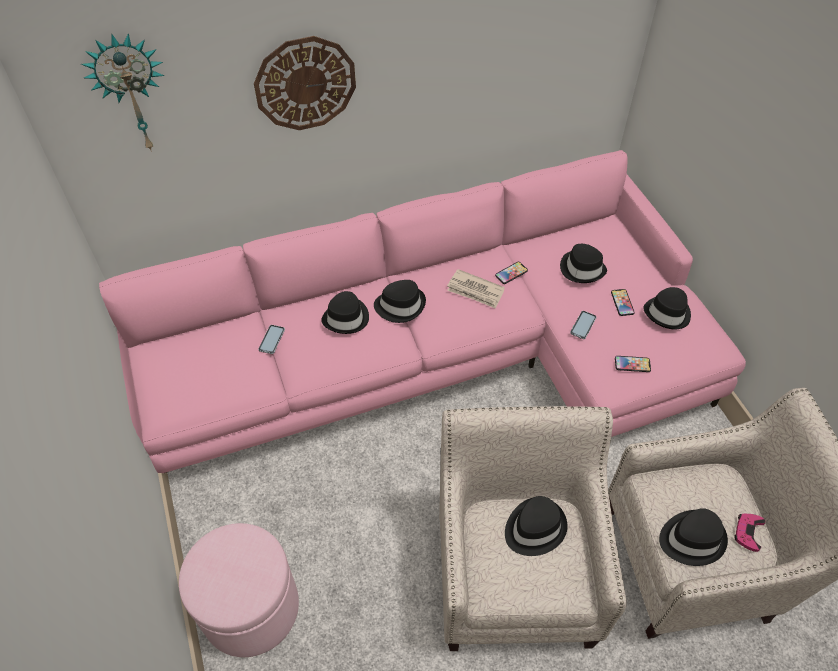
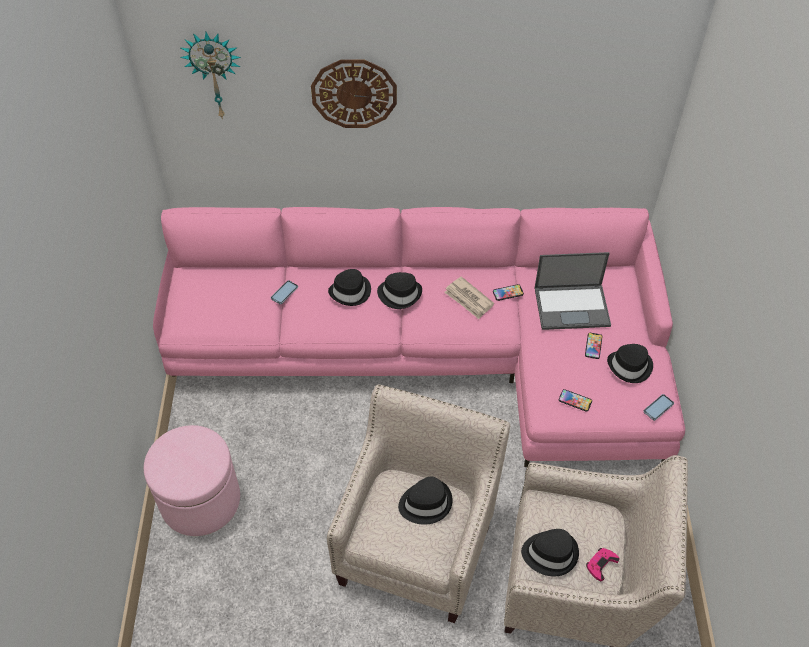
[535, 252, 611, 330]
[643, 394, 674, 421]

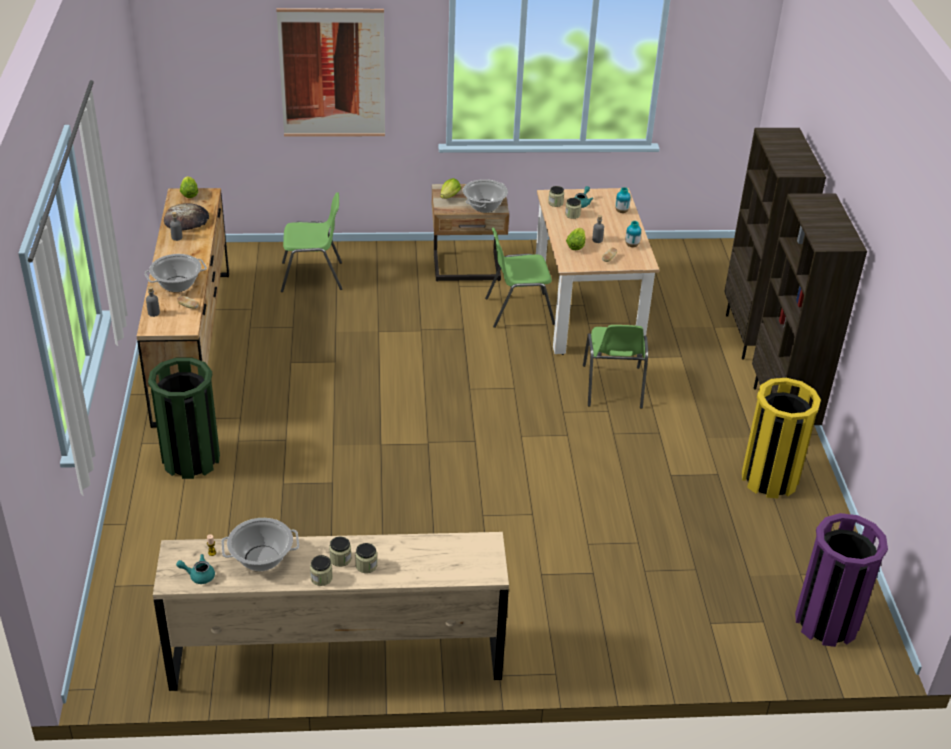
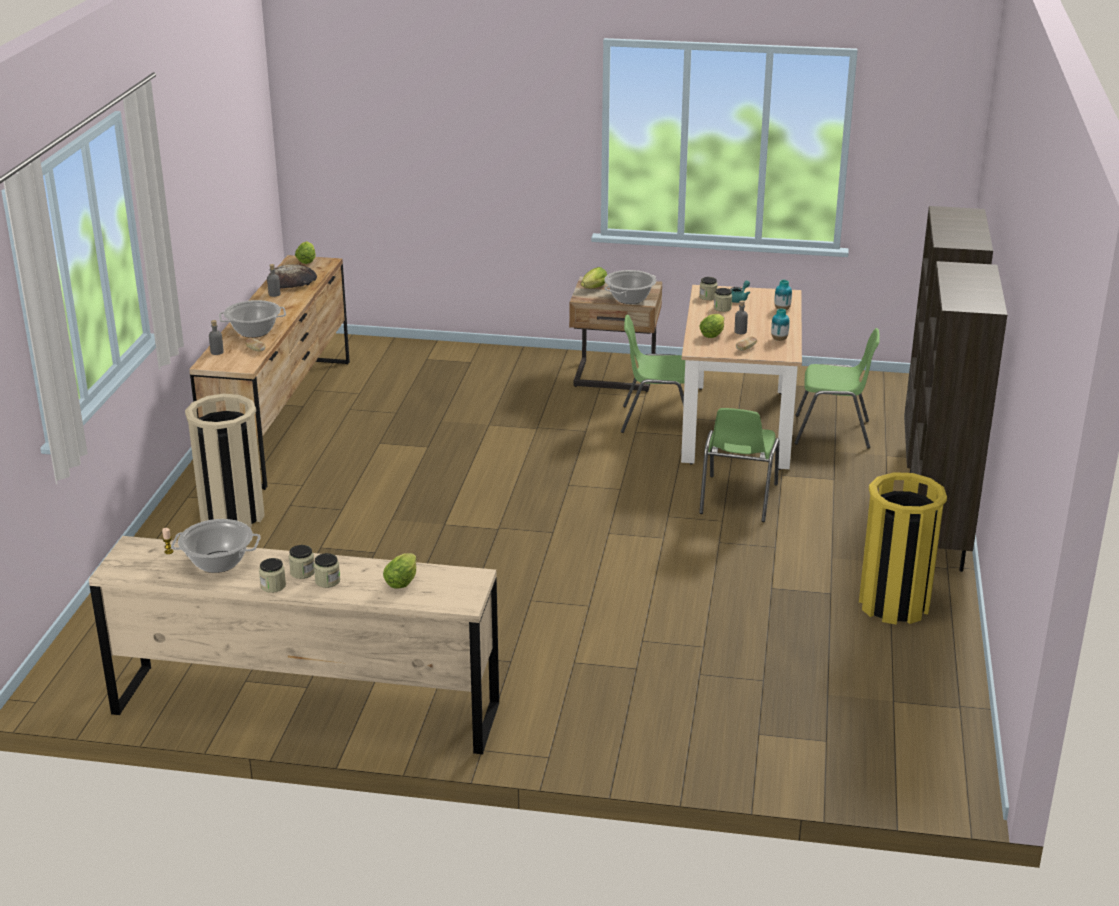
[276, 8, 385, 137] (first image)
[795, 328, 880, 449]
[185, 394, 265, 528]
[795, 513, 888, 647] (first image)
[176, 554, 215, 584] (first image)
[383, 553, 417, 589]

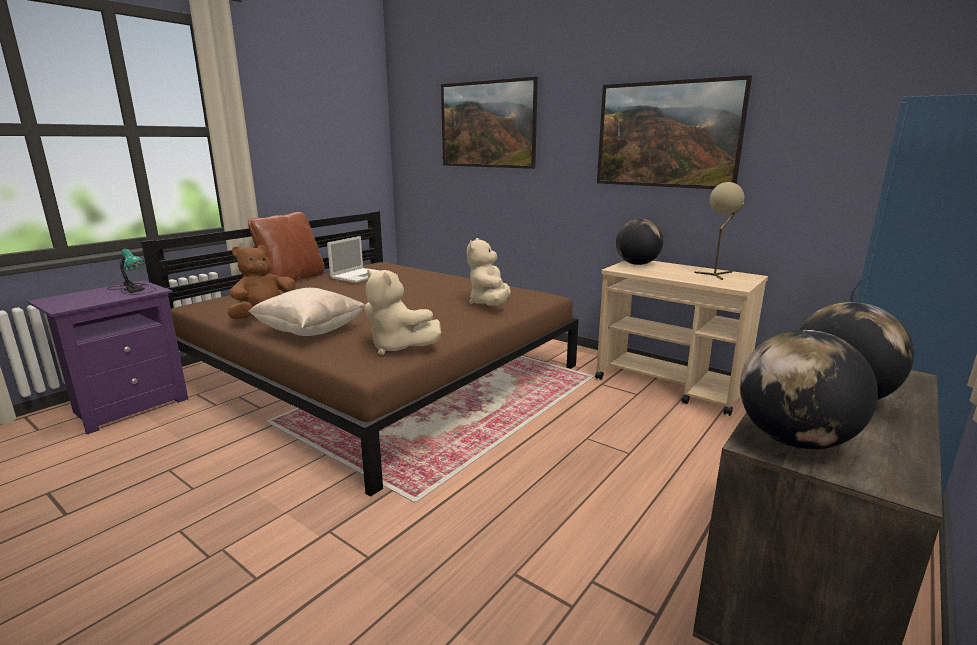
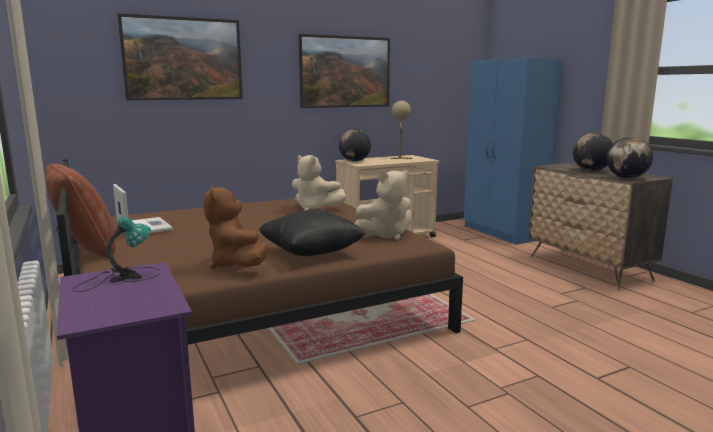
[259, 210, 366, 256]

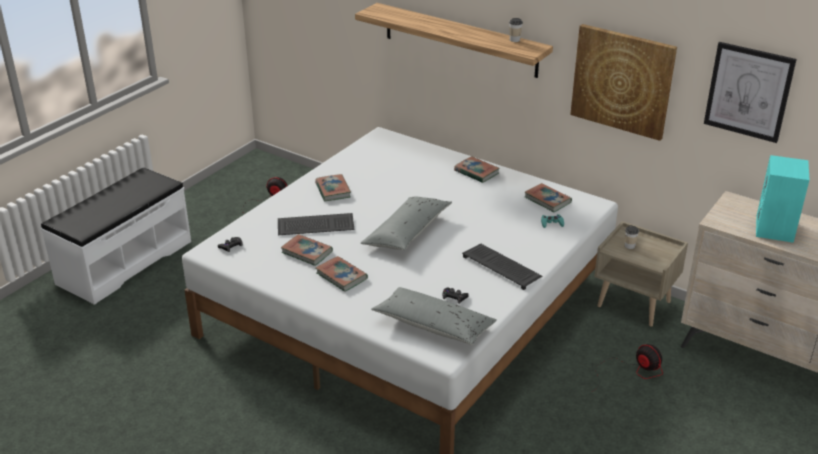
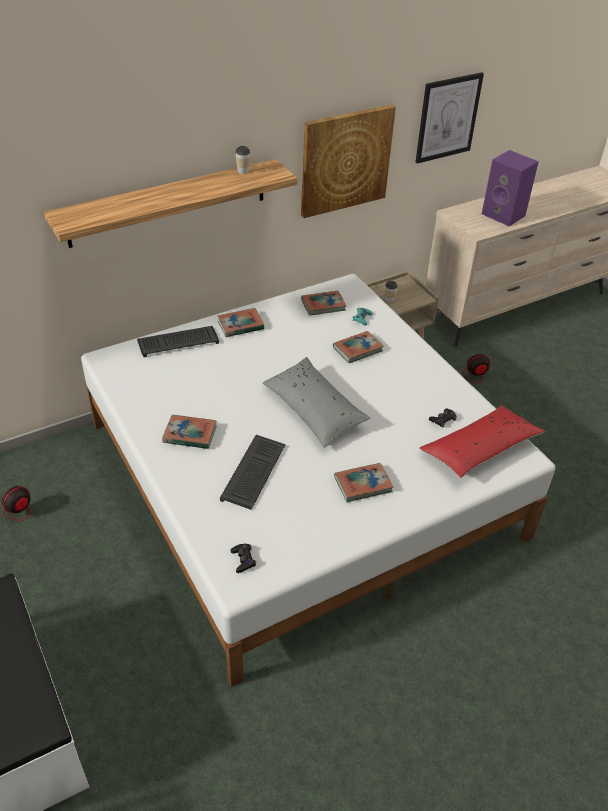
[482, 150, 539, 226]
[333, 331, 384, 363]
[137, 326, 219, 357]
[419, 406, 545, 478]

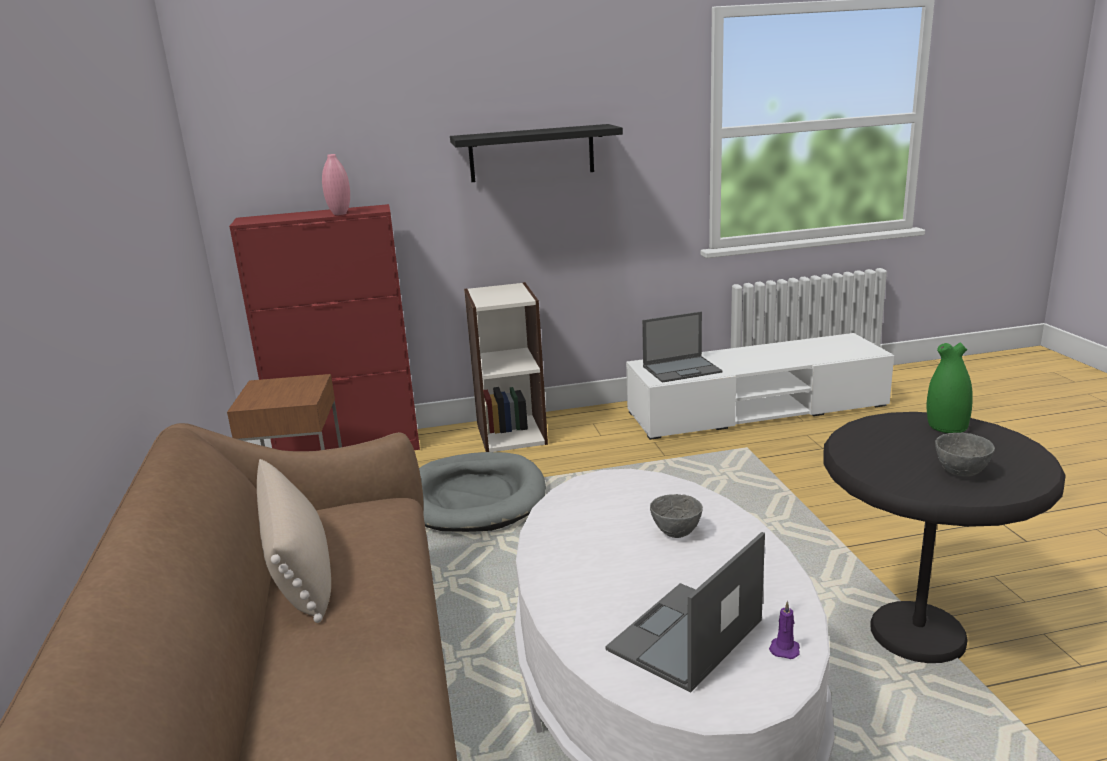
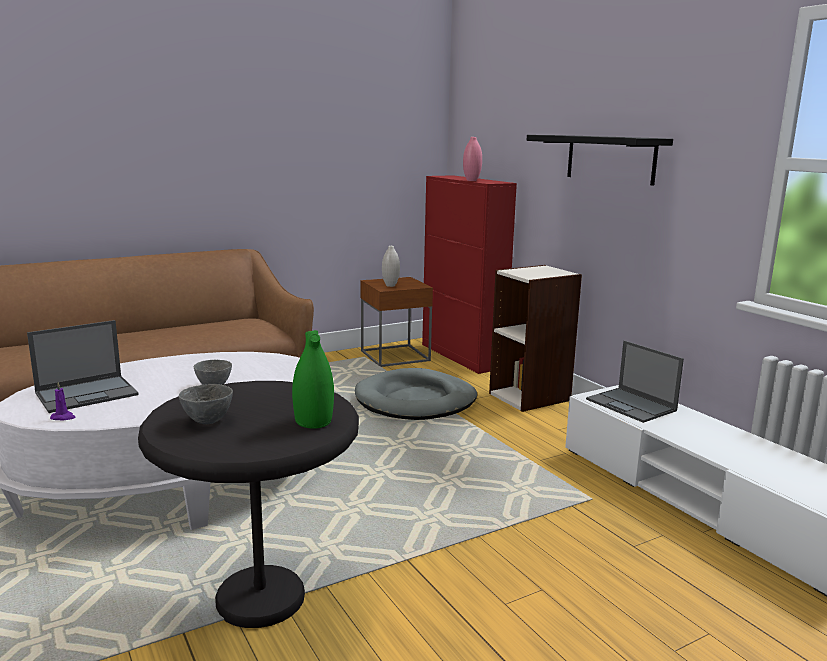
[257, 459, 331, 623] (first image)
[27, 320, 139, 413]
[382, 246, 400, 287]

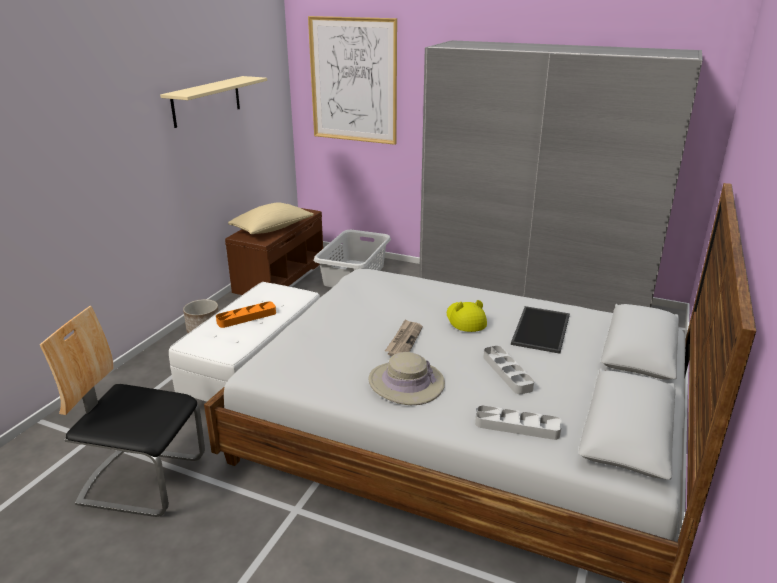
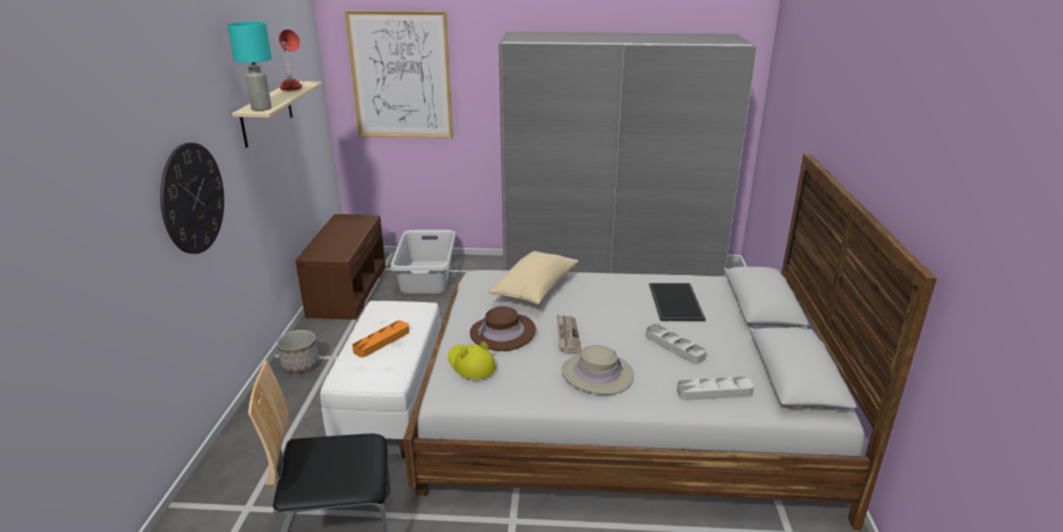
[489, 251, 579, 304]
[448, 342, 496, 380]
[227, 22, 272, 111]
[279, 30, 302, 91]
[160, 143, 224, 254]
[470, 306, 536, 351]

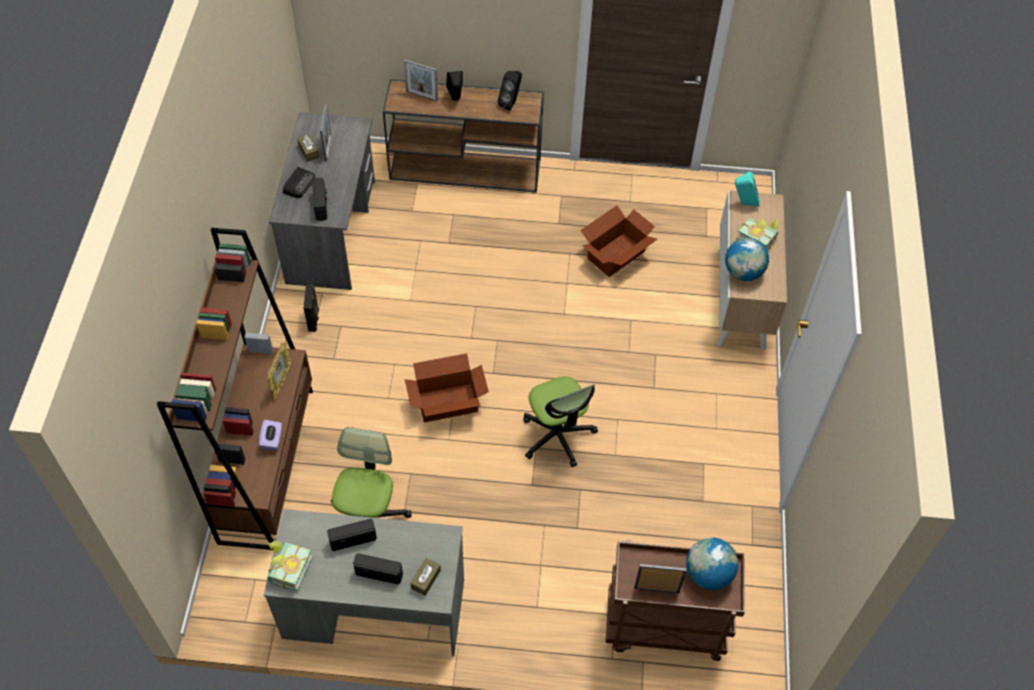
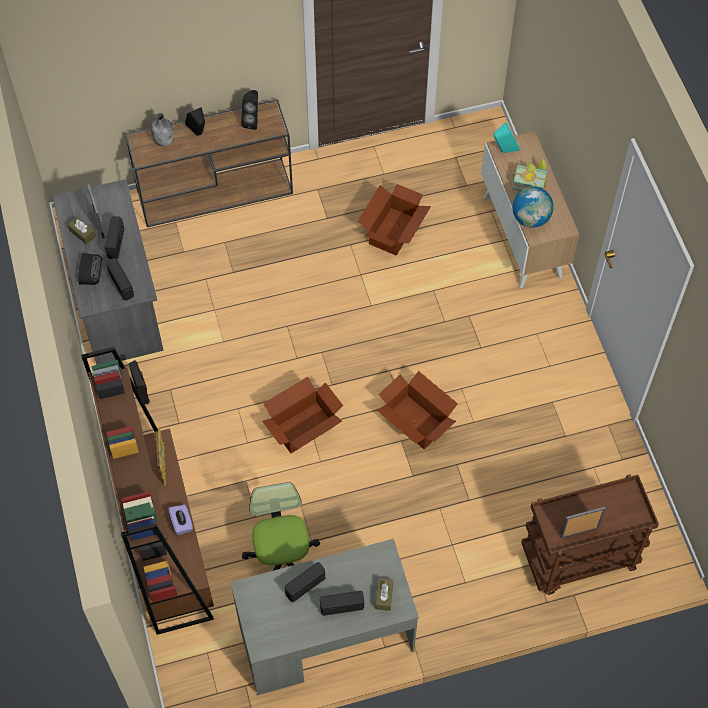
[151, 113, 174, 147]
[377, 371, 458, 449]
[686, 538, 738, 590] (first image)
[267, 541, 313, 591] (first image)
[105, 216, 124, 259]

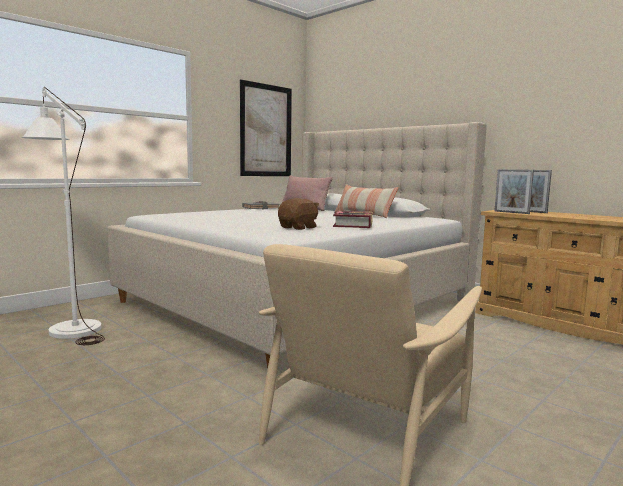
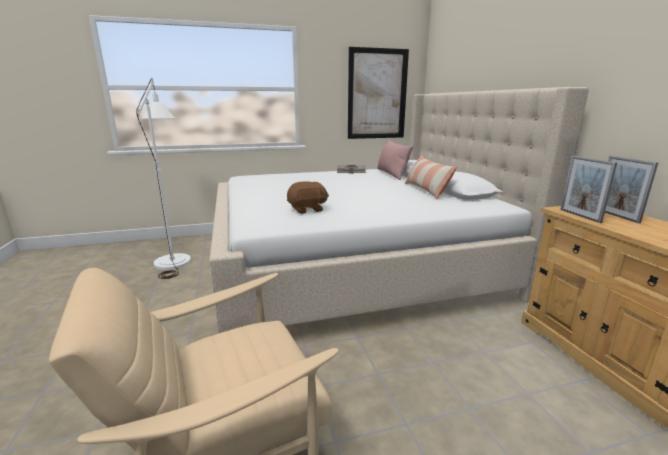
[333, 210, 373, 228] (first image)

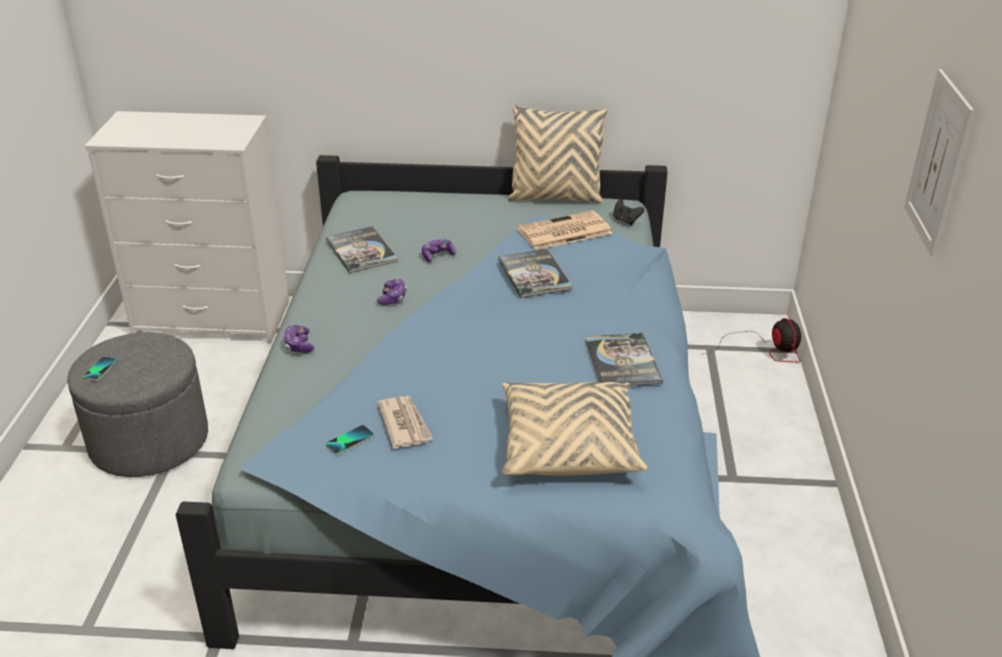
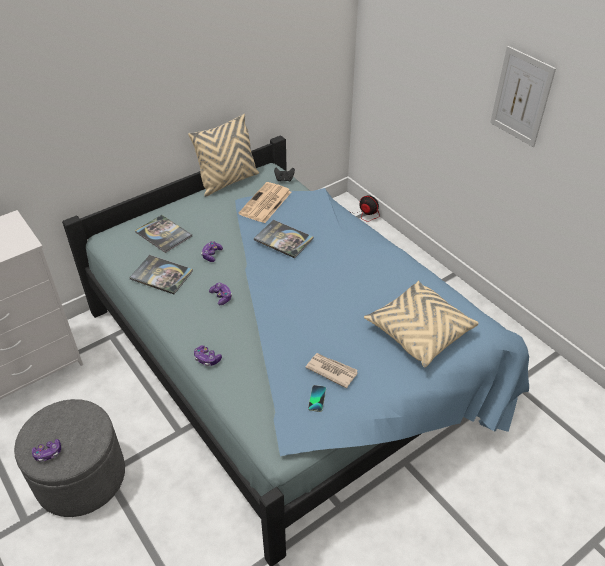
[135, 215, 192, 253]
[32, 439, 61, 462]

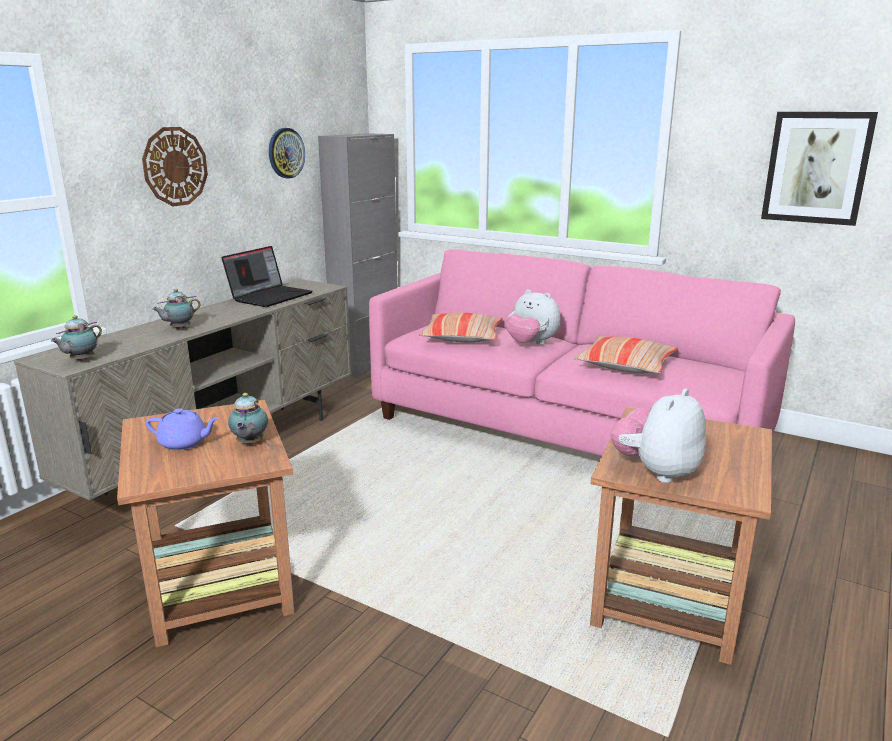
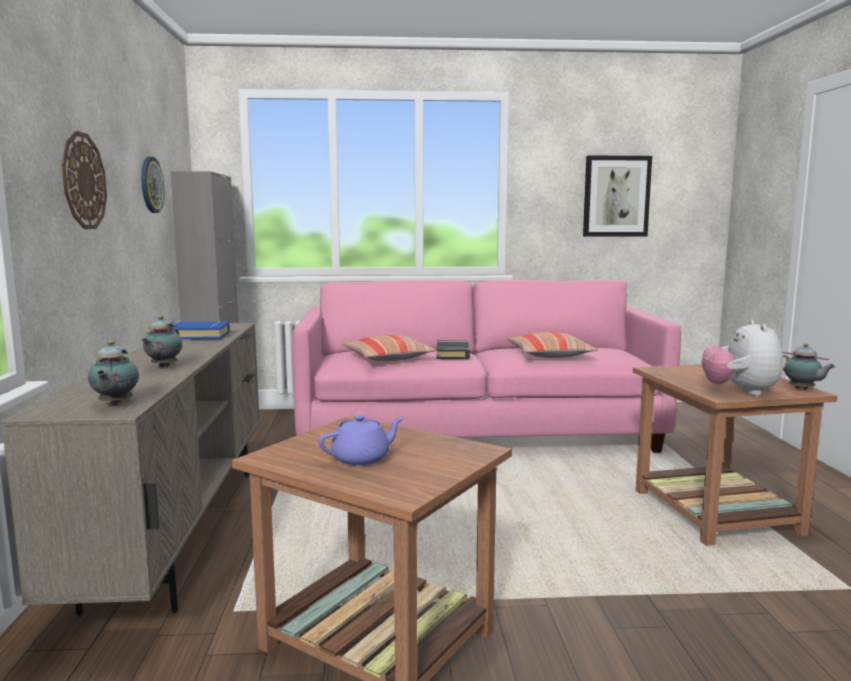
[170, 321, 230, 340]
[436, 340, 470, 359]
[782, 343, 836, 390]

